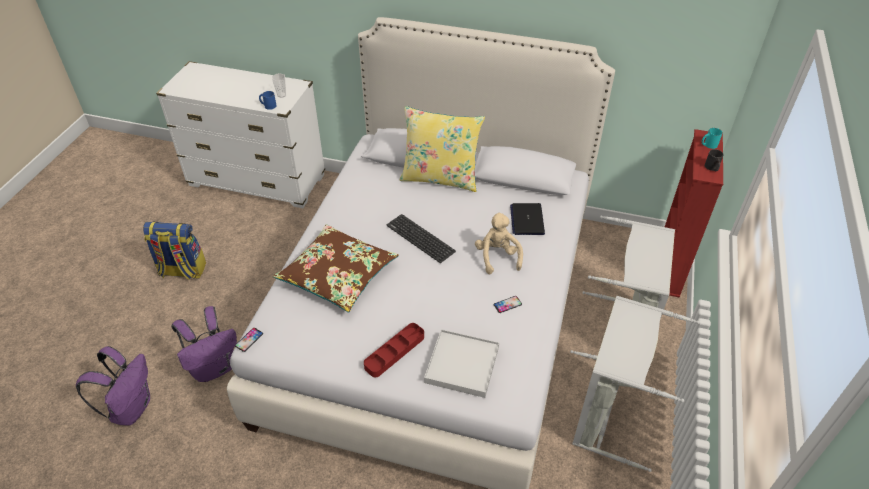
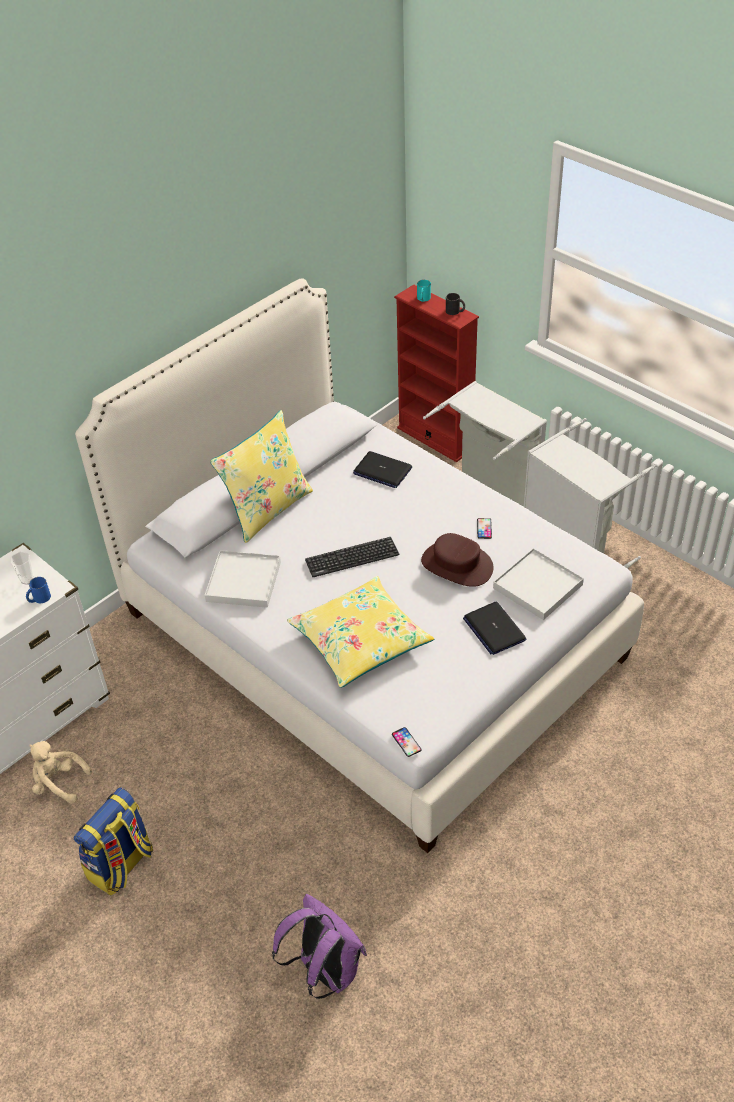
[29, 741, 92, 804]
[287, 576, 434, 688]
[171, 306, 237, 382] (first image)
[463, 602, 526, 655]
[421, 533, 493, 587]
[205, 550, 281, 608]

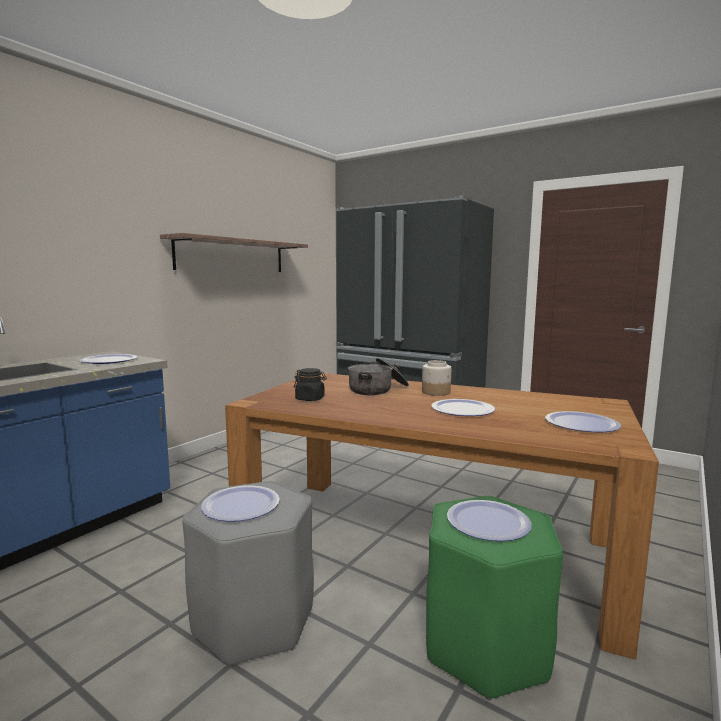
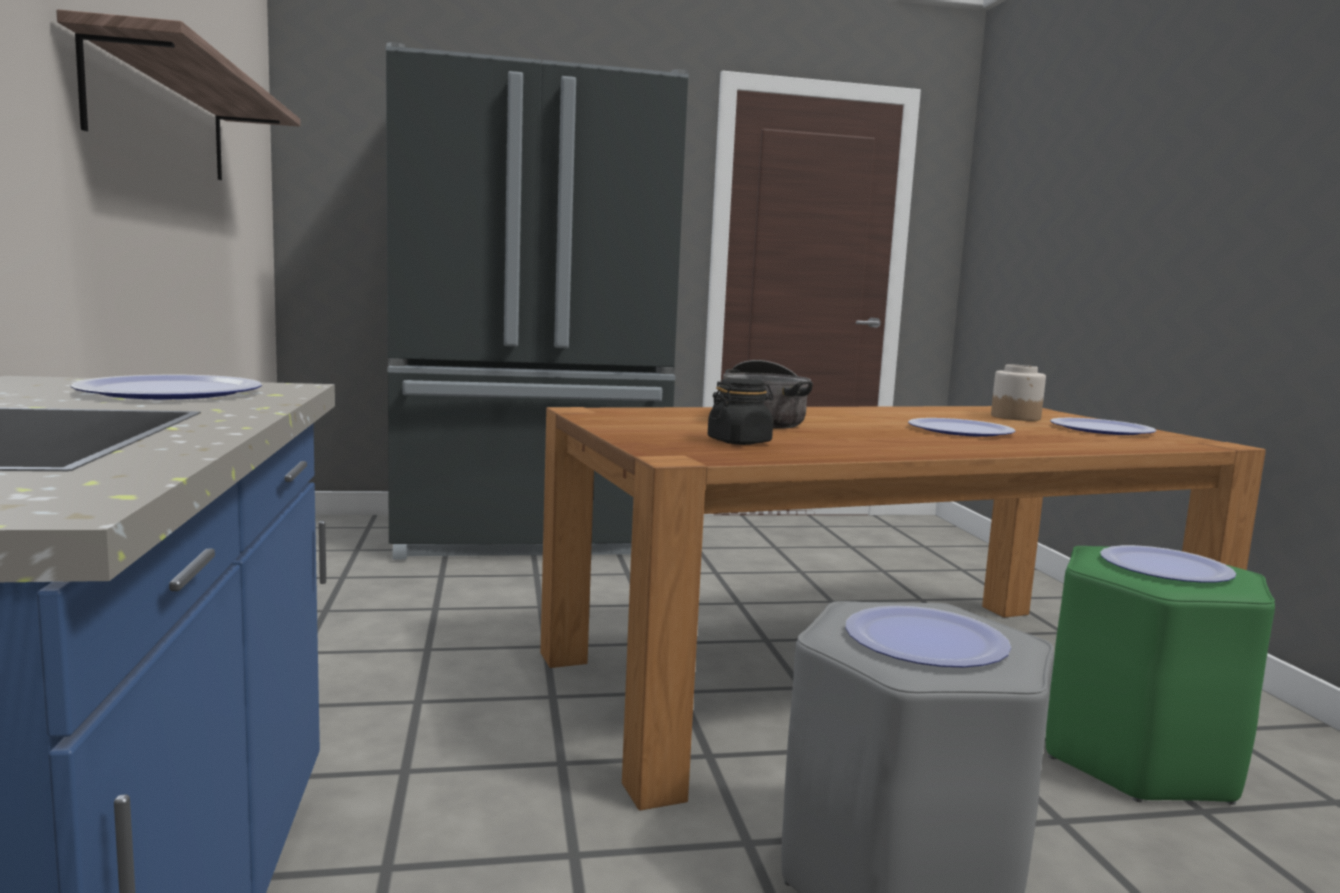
[991, 365, 1046, 421]

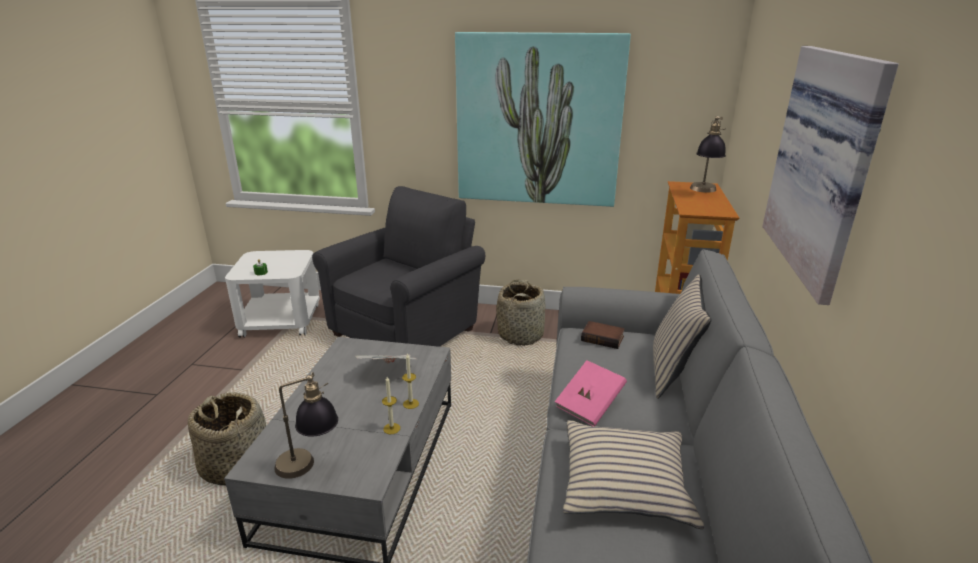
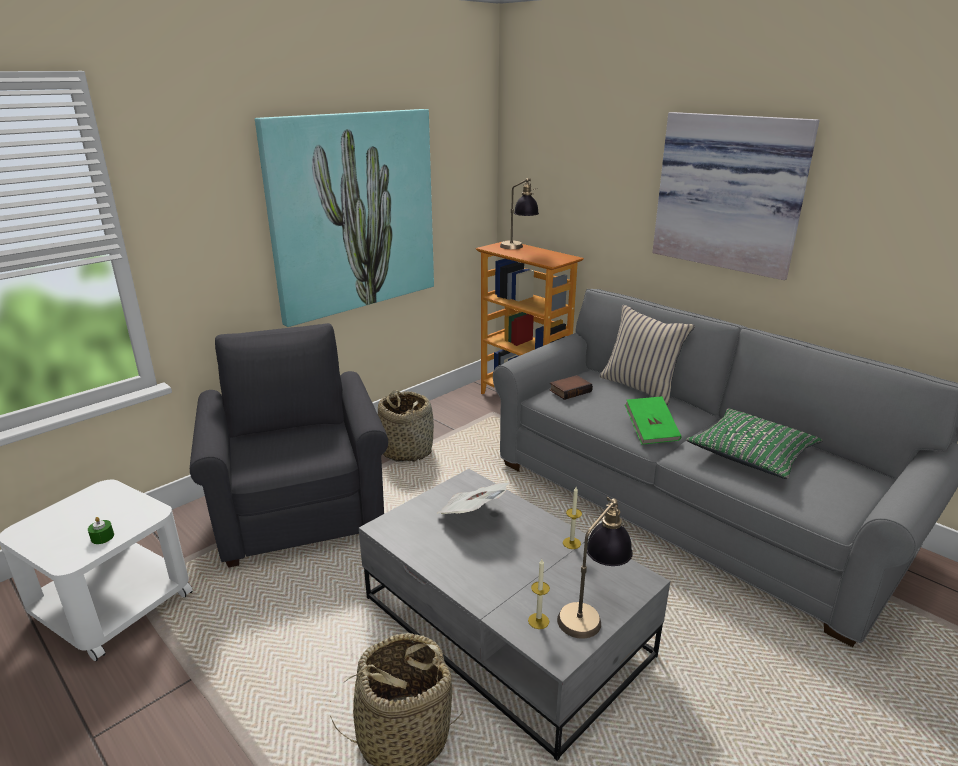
[528, 559, 550, 629]
[625, 396, 681, 445]
[686, 409, 823, 479]

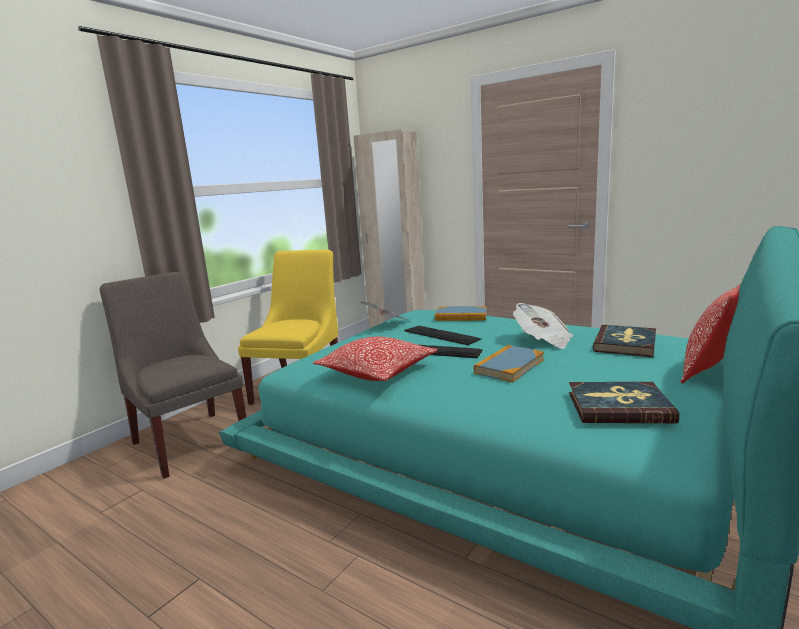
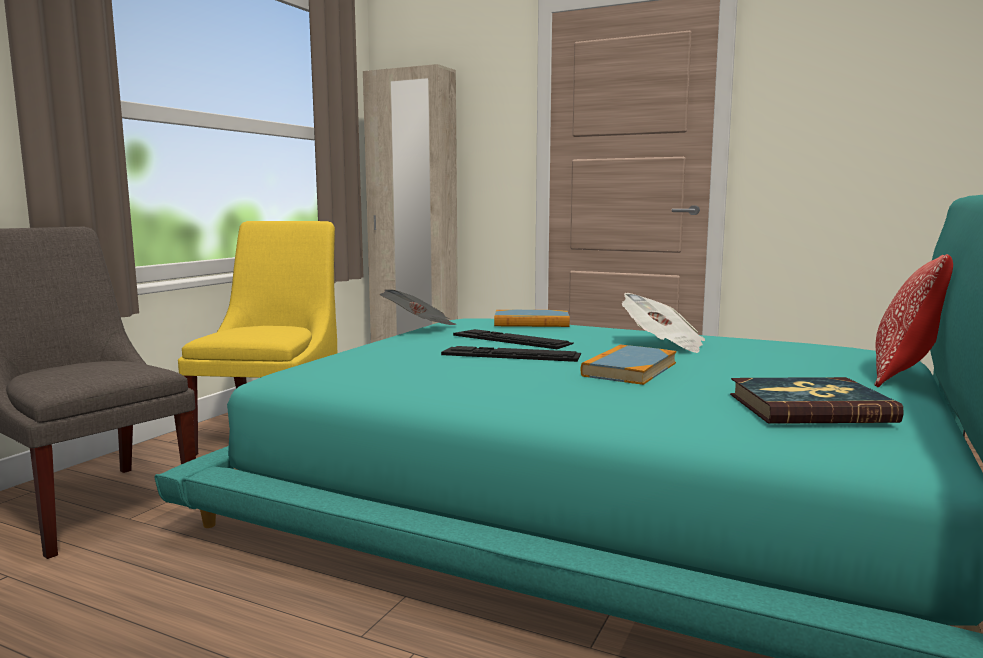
[593, 325, 656, 357] (first image)
[313, 337, 438, 381] (first image)

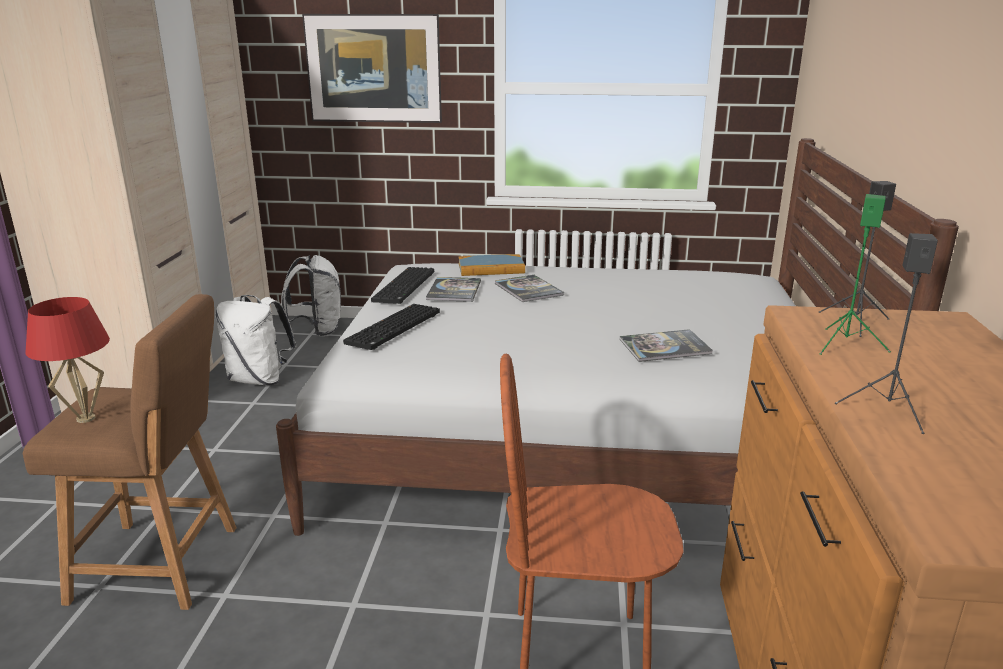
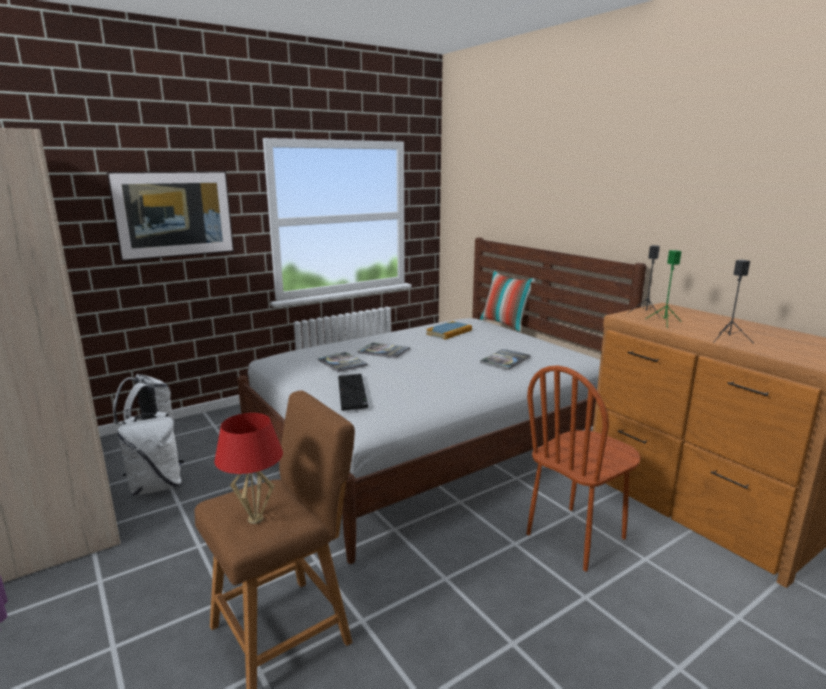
[426, 321, 472, 340]
[371, 267, 434, 304] (first image)
[480, 270, 536, 332]

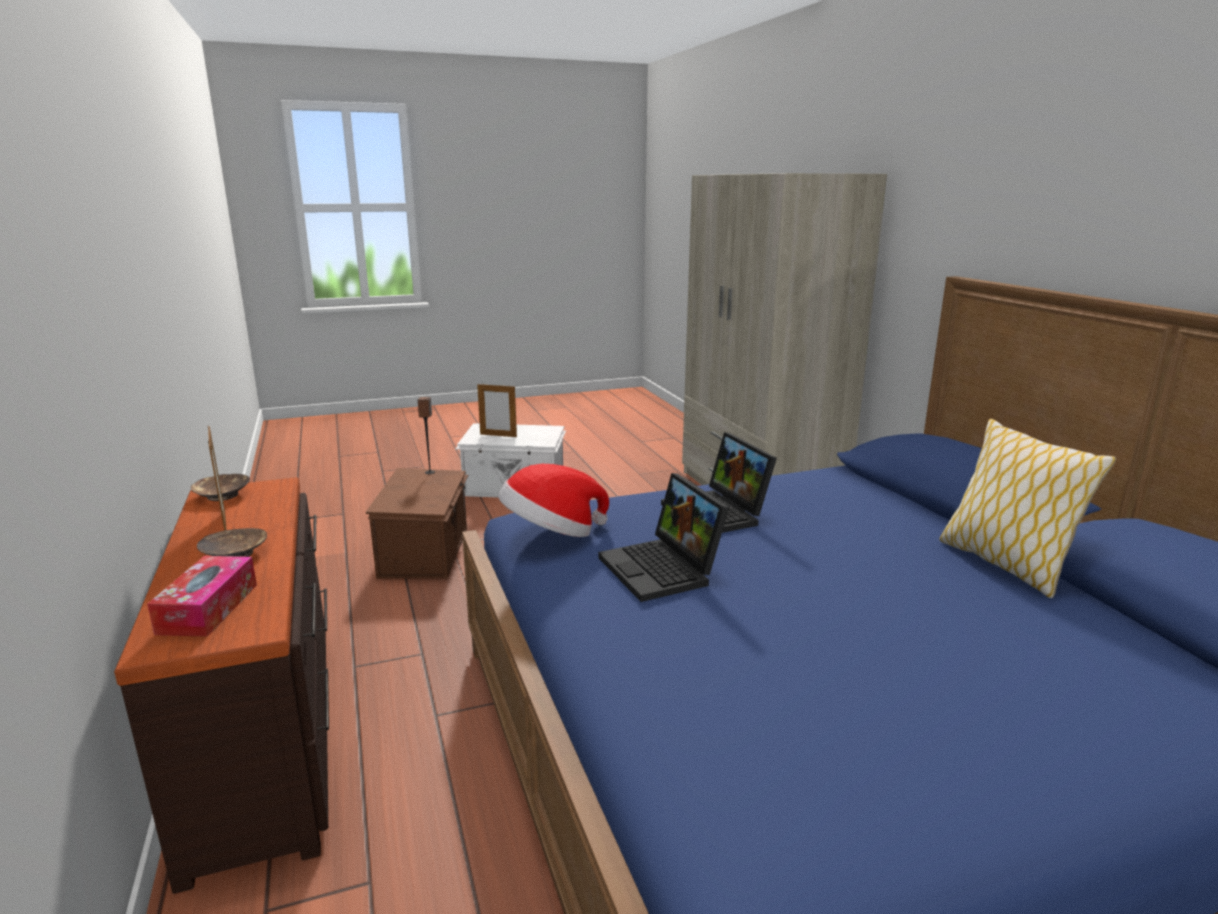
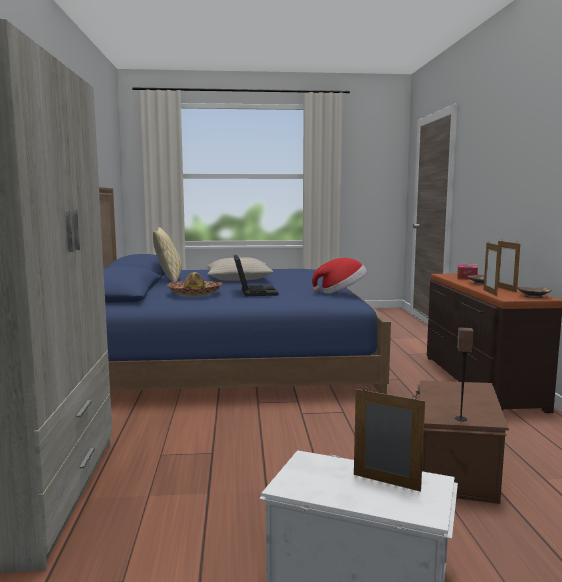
[598, 473, 729, 602] (first image)
[483, 243, 500, 296]
[207, 257, 273, 281]
[167, 272, 222, 296]

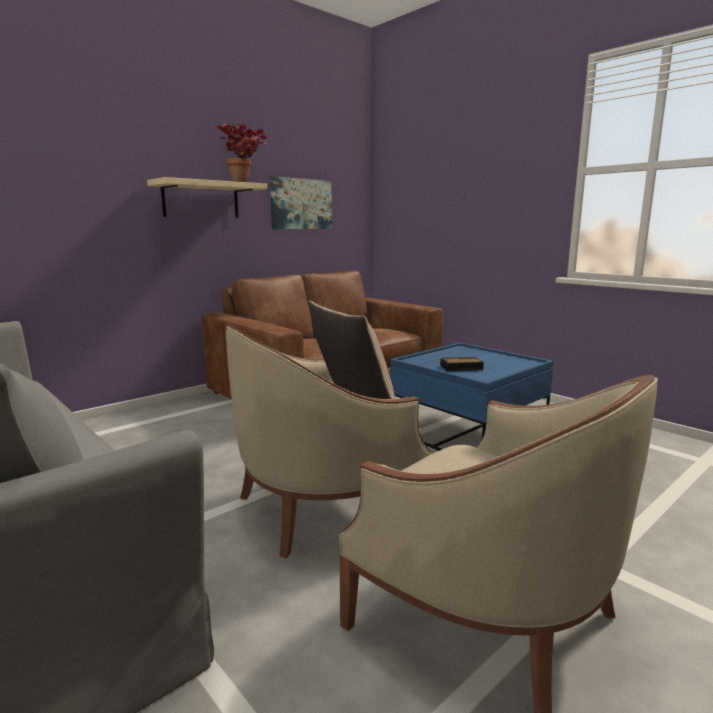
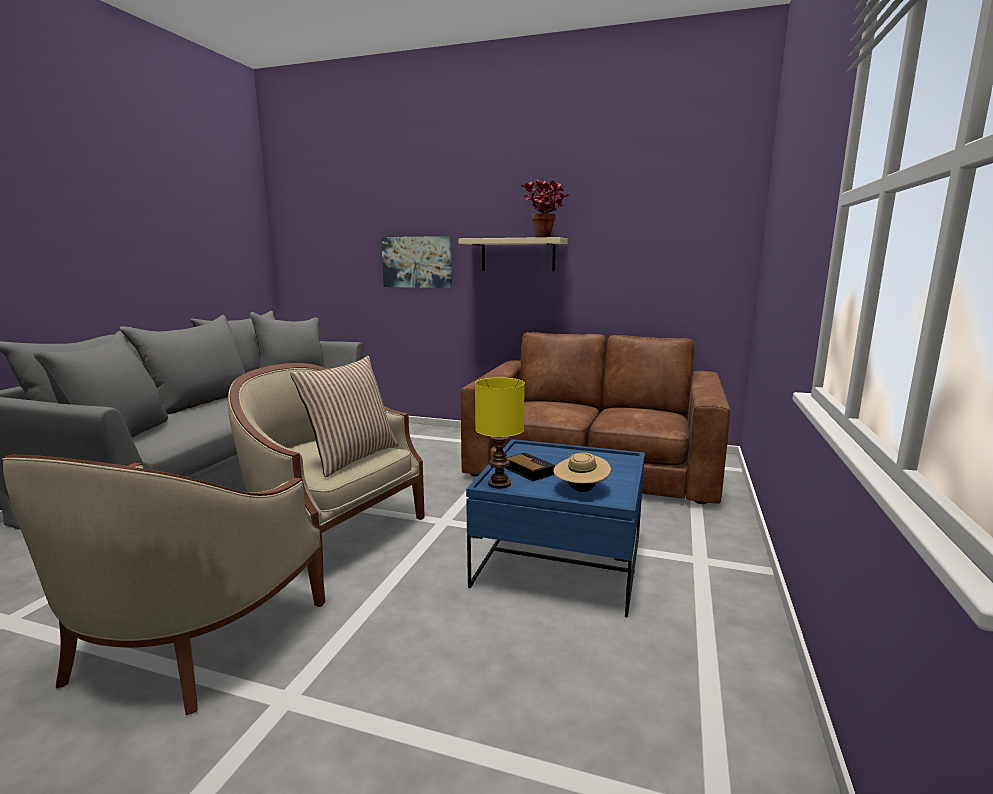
[381, 236, 452, 288]
[475, 377, 525, 489]
[553, 452, 611, 492]

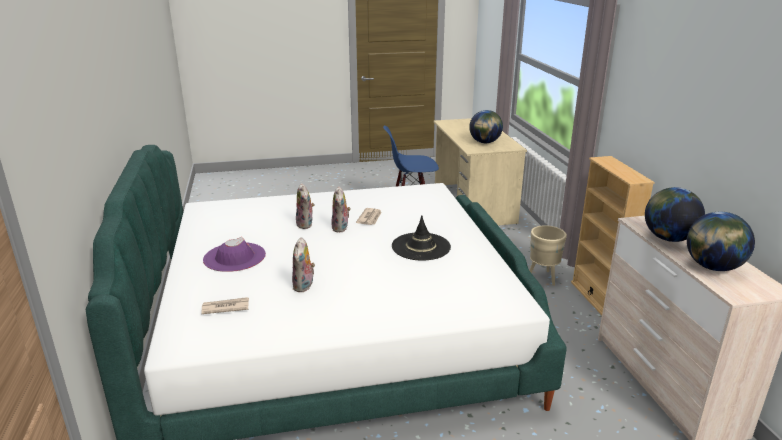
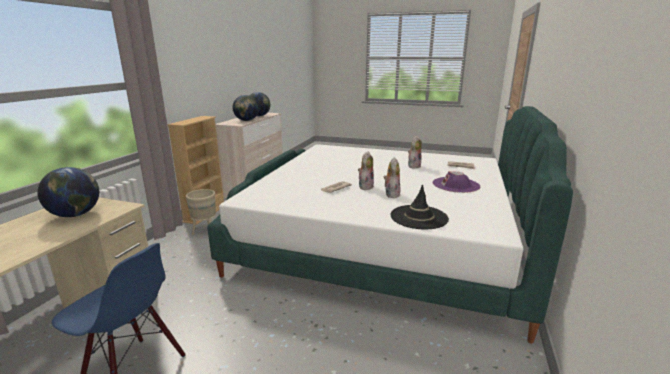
[391, 184, 449, 229]

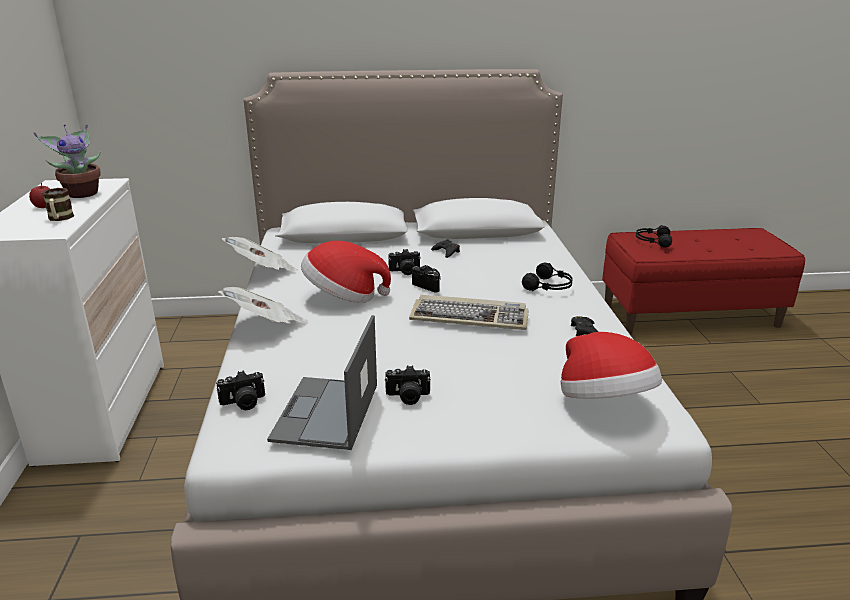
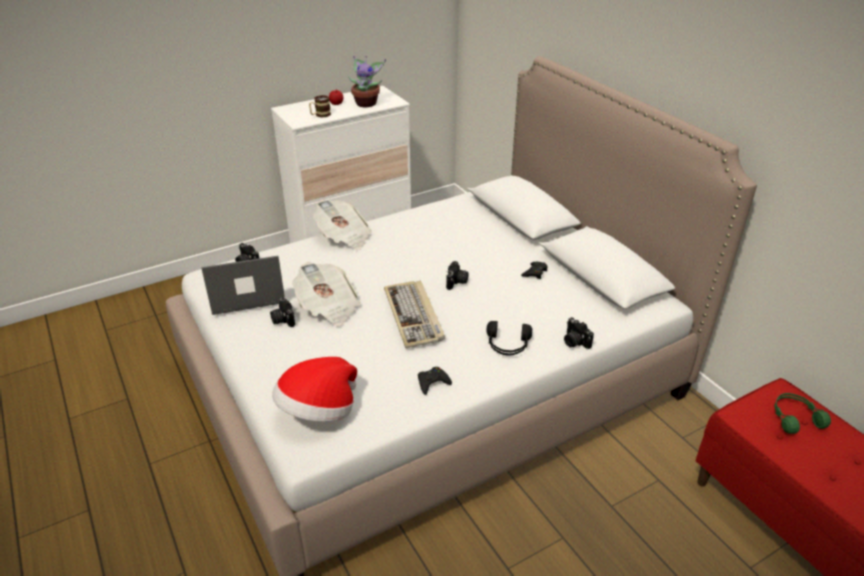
[774, 393, 831, 434]
[292, 262, 361, 326]
[301, 241, 391, 303] (first image)
[564, 317, 594, 349]

